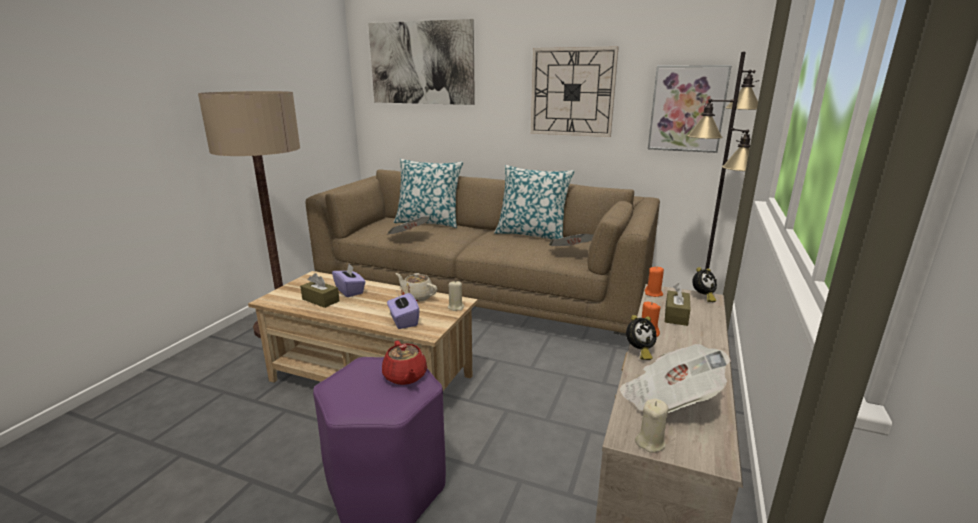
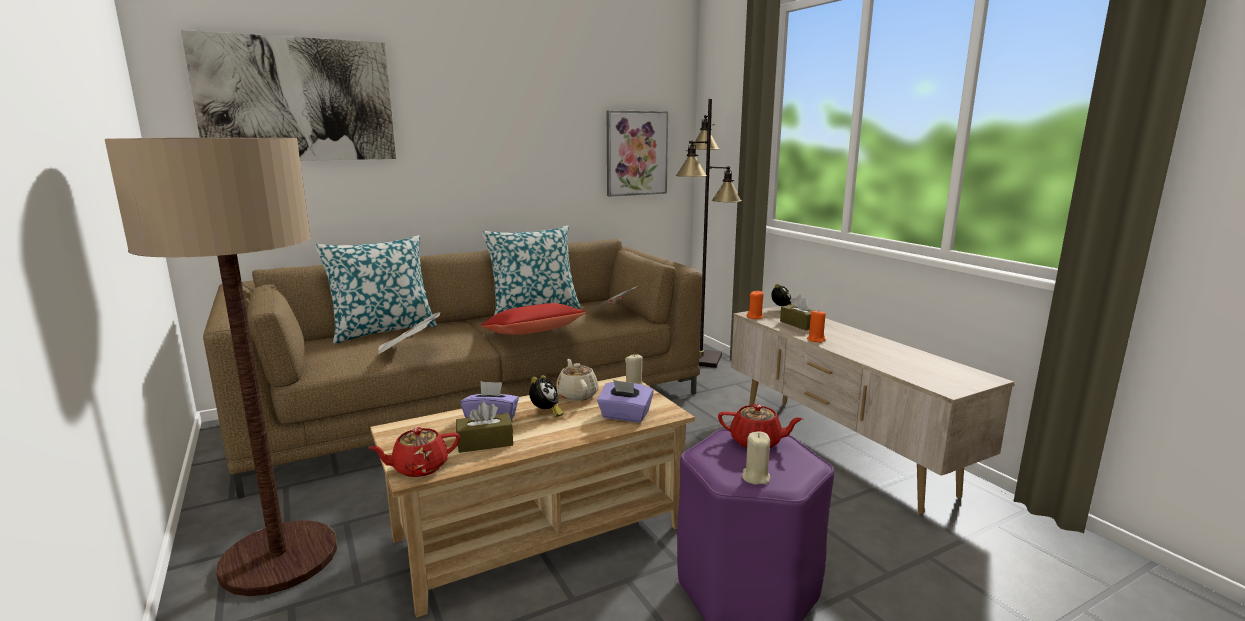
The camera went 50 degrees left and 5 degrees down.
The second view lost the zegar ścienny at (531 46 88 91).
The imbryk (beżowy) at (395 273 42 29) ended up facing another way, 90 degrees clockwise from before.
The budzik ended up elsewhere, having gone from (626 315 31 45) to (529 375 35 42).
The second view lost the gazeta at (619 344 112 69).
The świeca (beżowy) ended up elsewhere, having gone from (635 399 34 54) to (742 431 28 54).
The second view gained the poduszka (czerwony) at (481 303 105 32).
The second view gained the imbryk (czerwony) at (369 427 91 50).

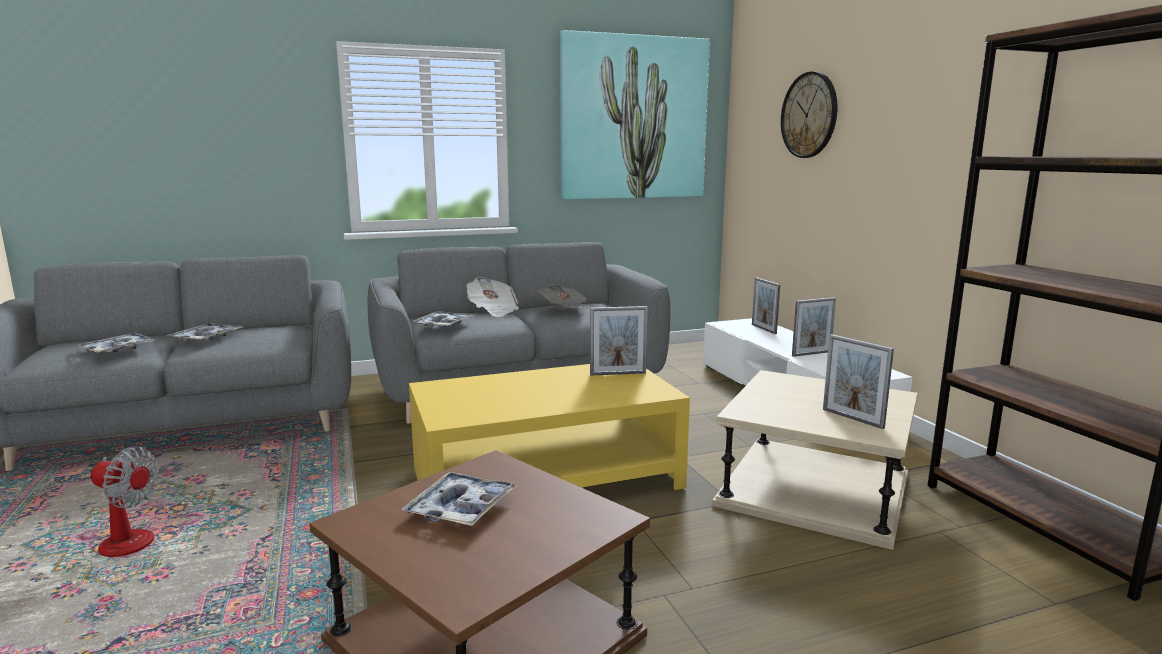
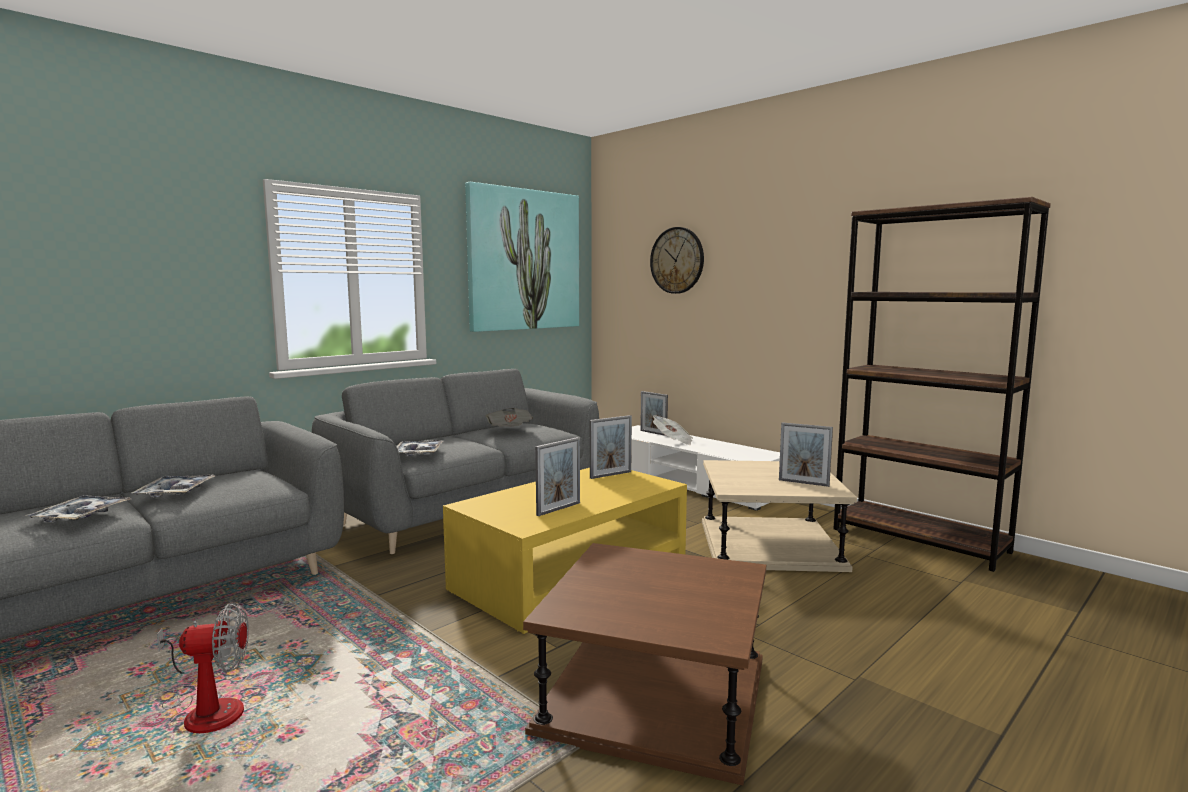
The camera went 25 degrees left and 5 degrees down.
The gazeta ended up elsewhere, having gone from (466 277 53 40) to (653 415 40 30).
The ramka na zdjęcie ended up elsewhere, having gone from (792 297 44 60) to (535 437 45 79).
The second view lost the taca at (401 472 115 54).

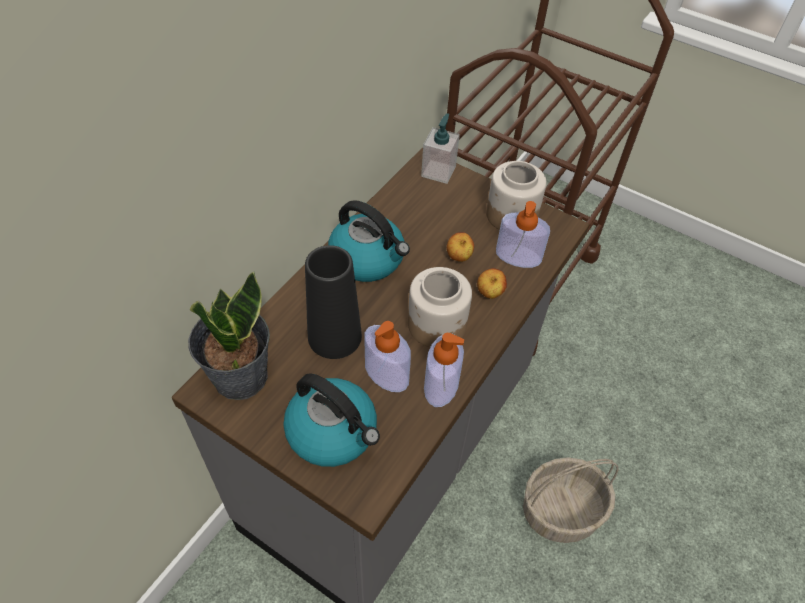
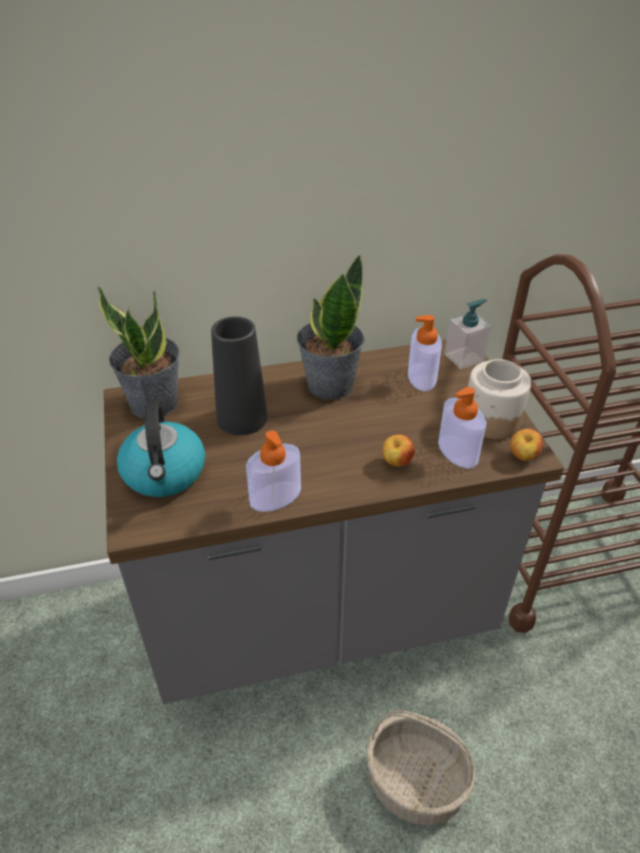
The camera went 45 degrees right and 10 degrees down.
Where the czajnik stood at (328 200 82 82), the roślina doniczkowa came to stand at (297 254 68 146).
The jabłko ended up elsewhere, having gone from (447 232 27 30) to (510 429 32 32).
The second view lost the słoik at (408 267 64 80).
The dozownik mydła ended up elsewhere, having gone from (364 321 47 71) to (408 315 34 76).

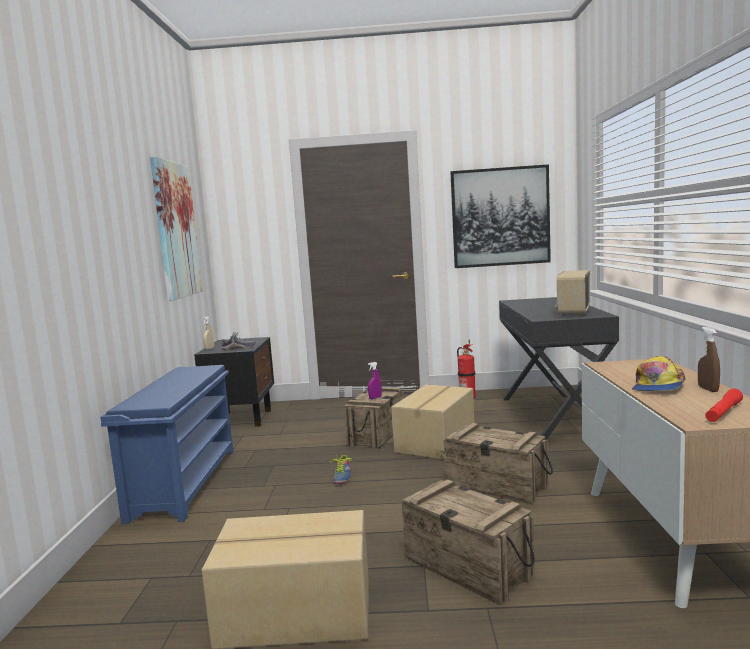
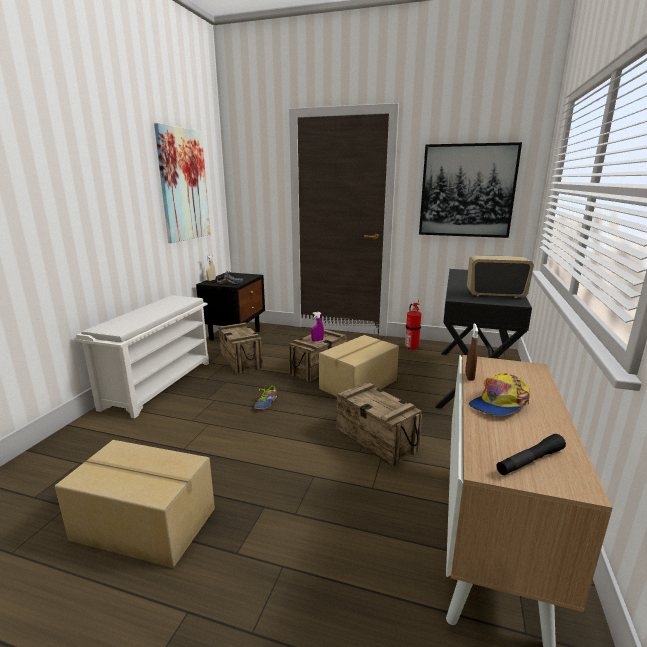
The camera went 15 degrees right and 10 degrees up.
The radio at (555 270 35 46) ended up facing another way, 60 degrees clockwise from before.
The spryskiwacz (brązowy) ended up elsewhere, having gone from (698 327 22 65) to (465 323 13 58).
What was the regał na buty (niebieski) at (101 365 132 159) turned into the regał na buty (biały) at (76 295 133 124).
What was the latarka (czerwony) at (705 389 38 33) turned into the latarka (czarny) at (496 434 70 41).
The skrzynka ended up elsewhere, having gone from (402 479 133 125) to (218 323 45 51).

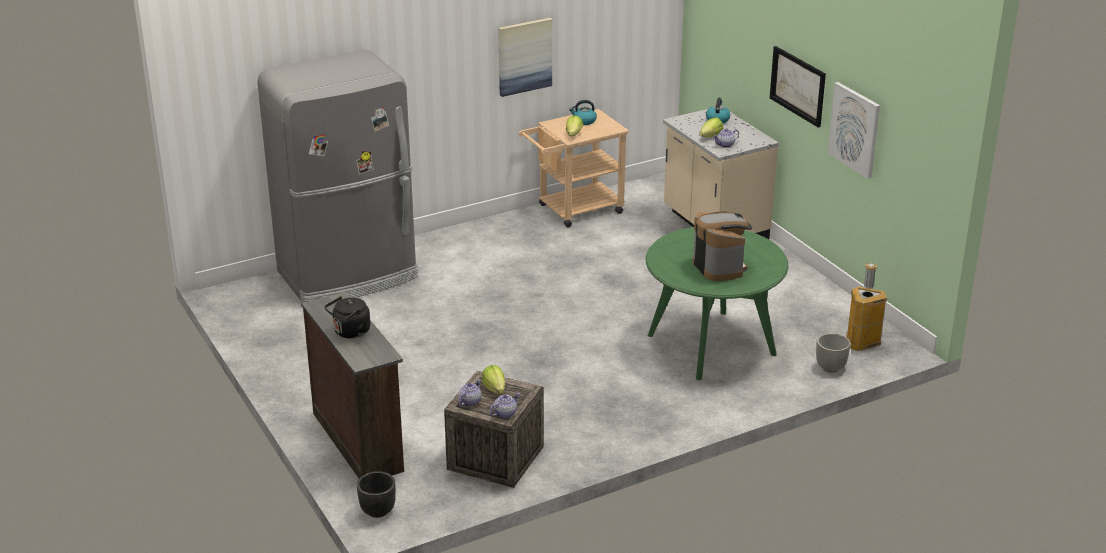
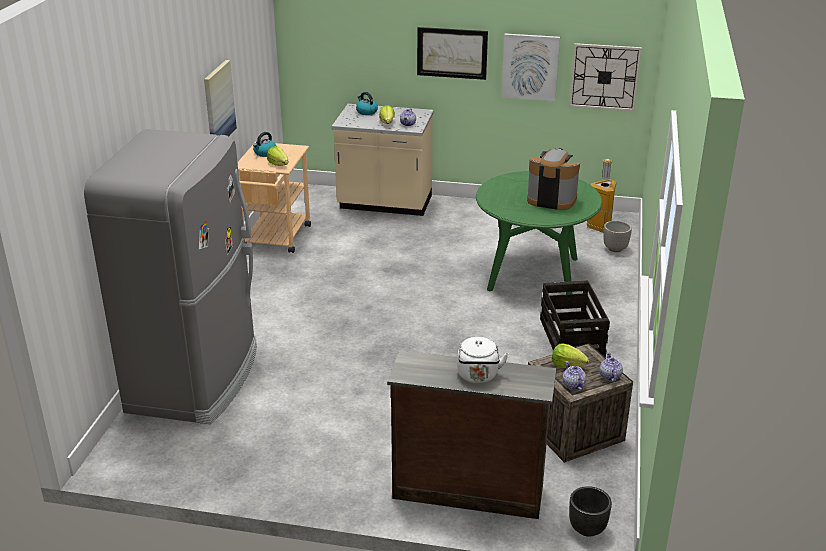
The camera went 50 degrees left and 0 degrees up.
What was the czajnik (czarny) at (325 296 45 42) turned into the czajnik (biały) at (457 337 52 46).
The second view gained the zegar ścienny at (569 43 73 68).
The second view gained the skrzynka at (540 280 70 78).

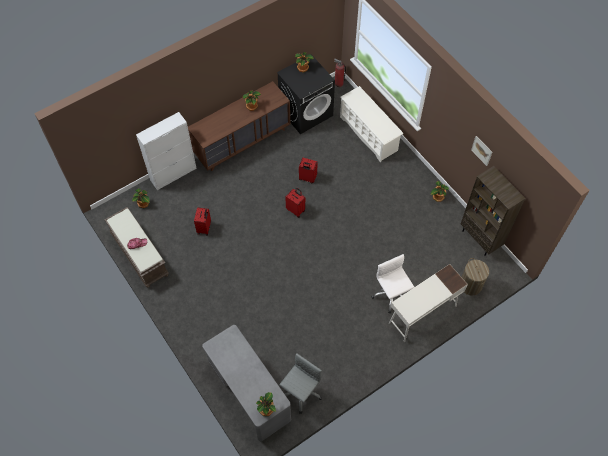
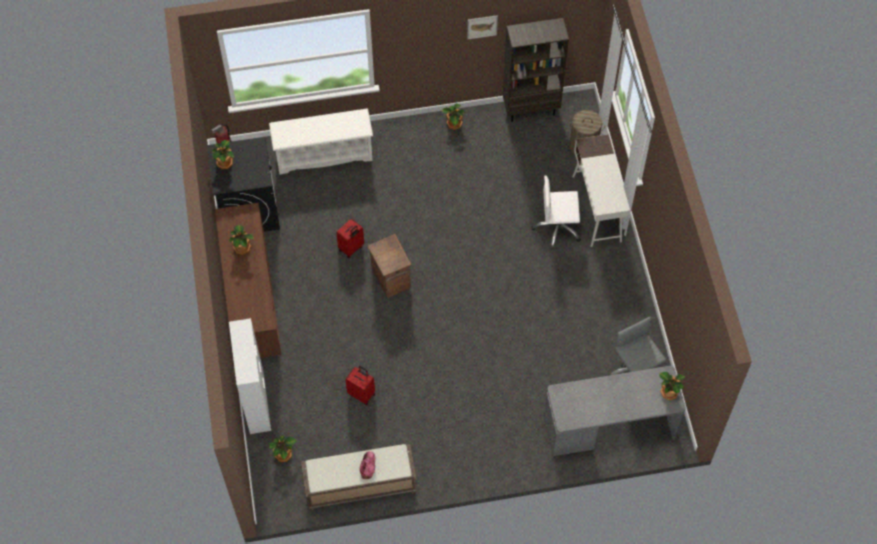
The camera went 65 degrees left and 0 degrees up.
Where the walizka (czerwony) stood at (285 188 20 30), the skrzynka came to stand at (367 234 45 64).

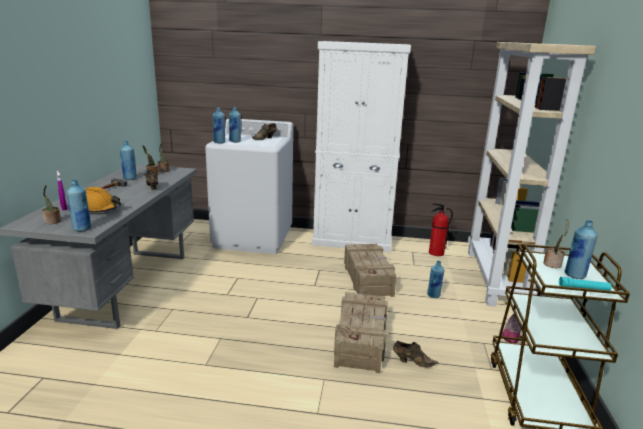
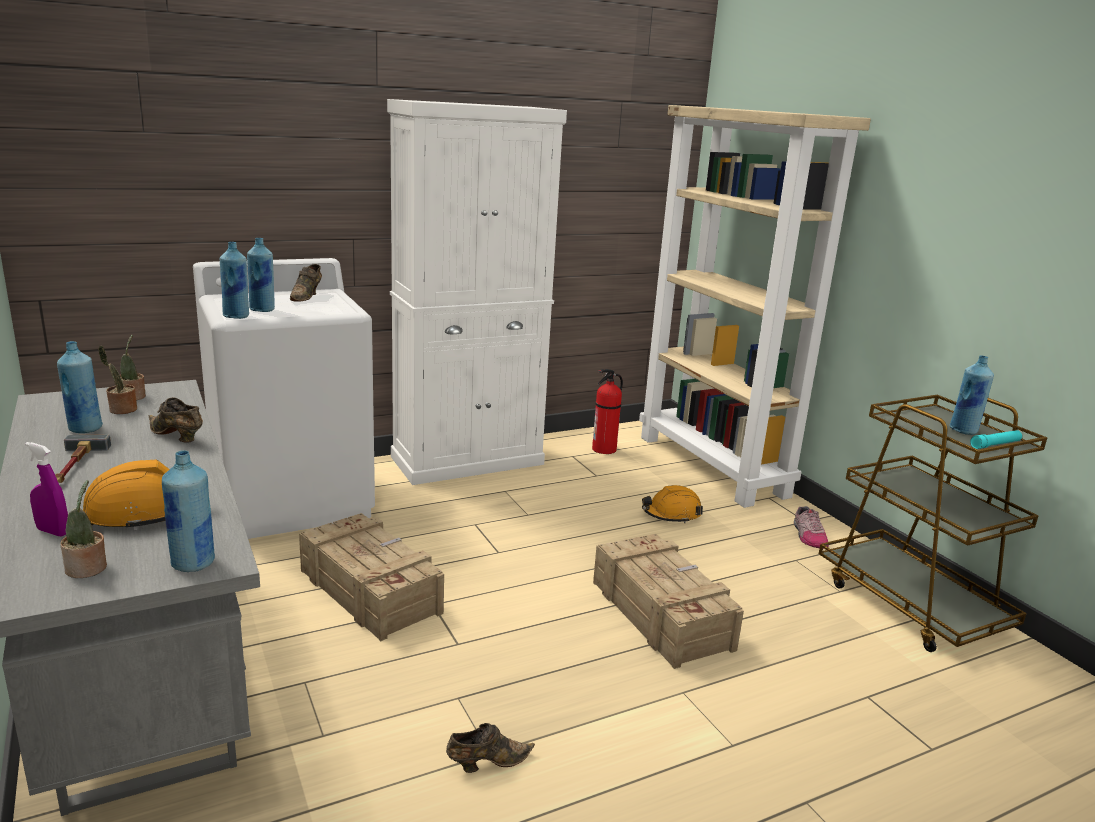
The camera went 35 degrees left and 0 degrees up.
The second view lost the roślina doniczkowa at (543 219 26 49).
The skrzynka ended up elsewhere, having gone from (344 244 53 53) to (299 513 145 128).
Where the butelka (niebieski) stood at (427 261 17 37), the kask (pomarańczowy) came to stand at (642 485 61 39).
The but (brązowy) ended up elsewhere, having gone from (393 341 45 27) to (446 723 89 50).

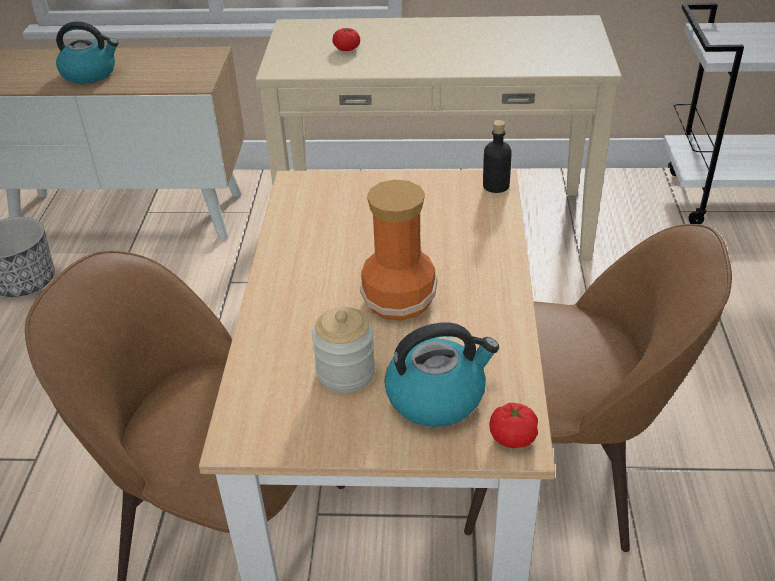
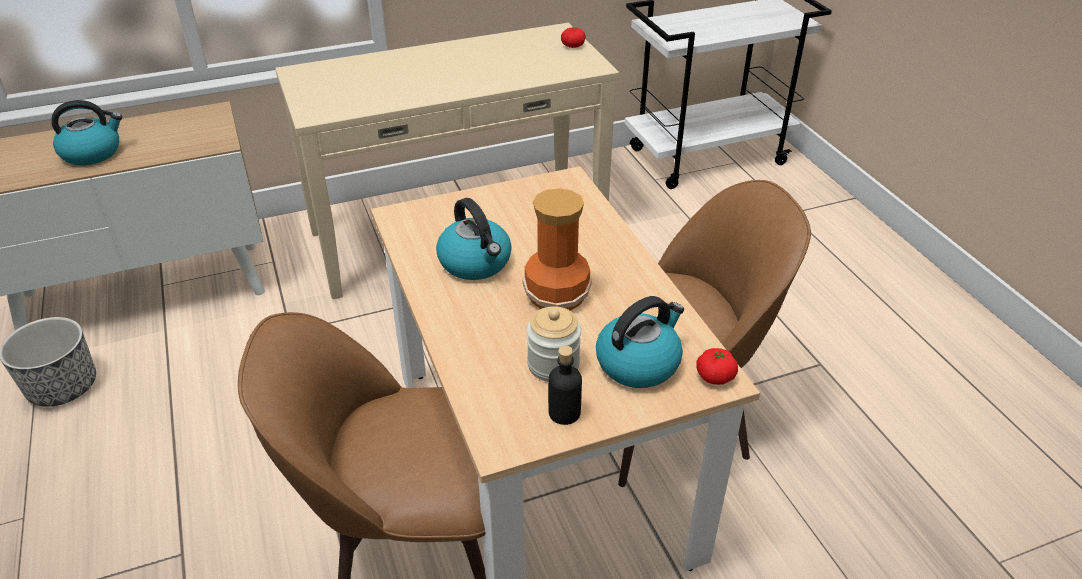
The camera went 25 degrees left and 0 degrees up.
The pomidor ended up elsewhere, having gone from (332 28 28 23) to (561 27 25 21).
The butelka (czarny) ended up elsewhere, having gone from (483 120 29 73) to (548 346 34 79).
The second view gained the czajnik at (436 198 76 82).

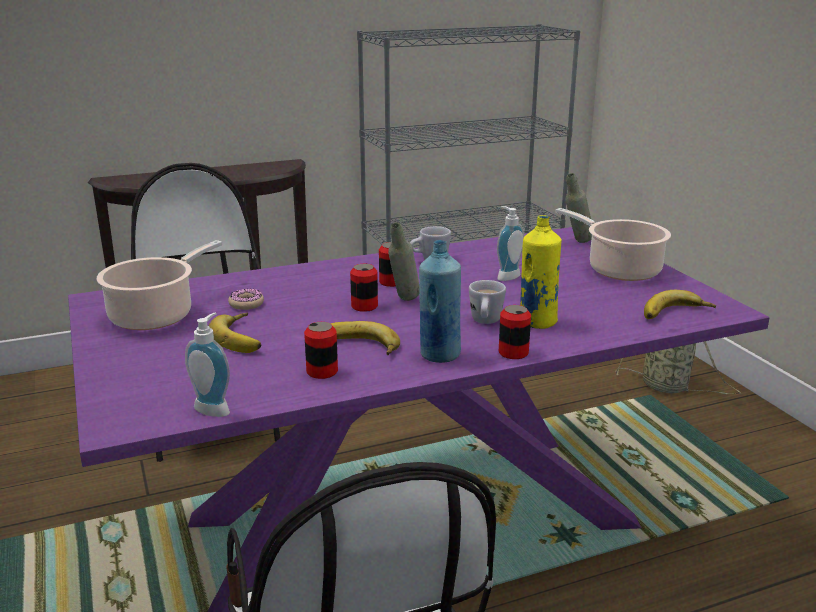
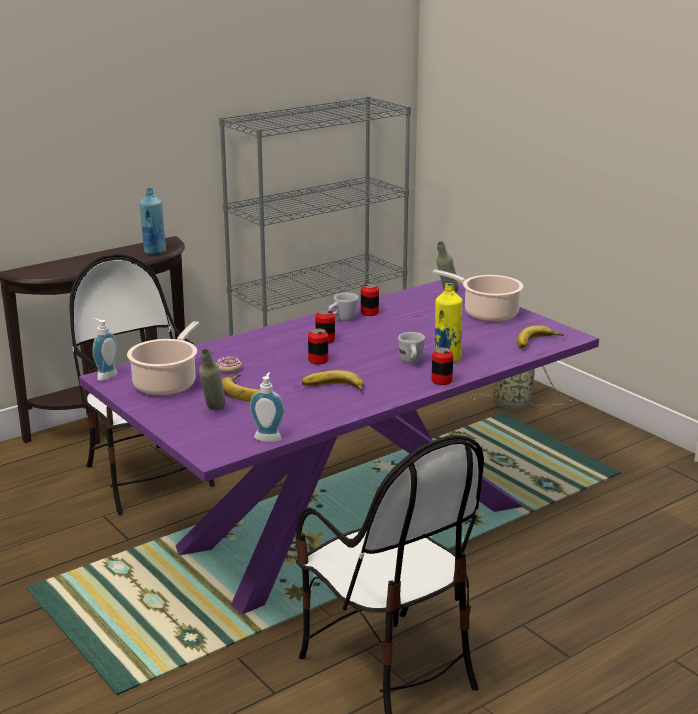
The camera went 15 degrees left and 0 degrees up.
The dozownik mydła ended up elsewhere, having gone from (497 206 27 75) to (93 318 24 63).
The butelka (szary) ended up elsewhere, having gone from (388 222 32 79) to (199 348 26 62).
The butelka (niebieski) ended up elsewhere, having gone from (419 240 42 123) to (140 188 26 67).
The puszka ended up elsewhere, having gone from (304 322 34 57) to (361 284 18 32).

